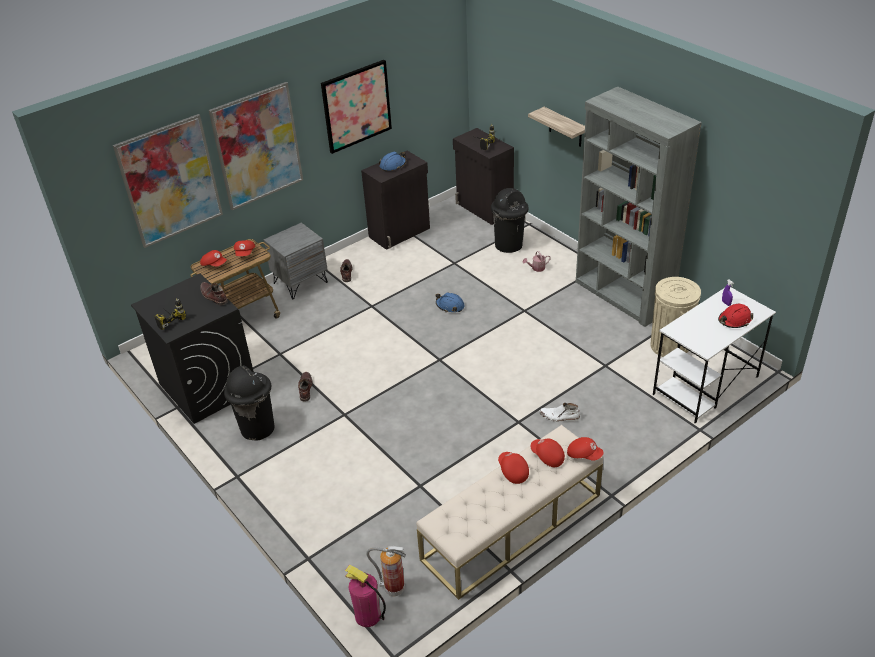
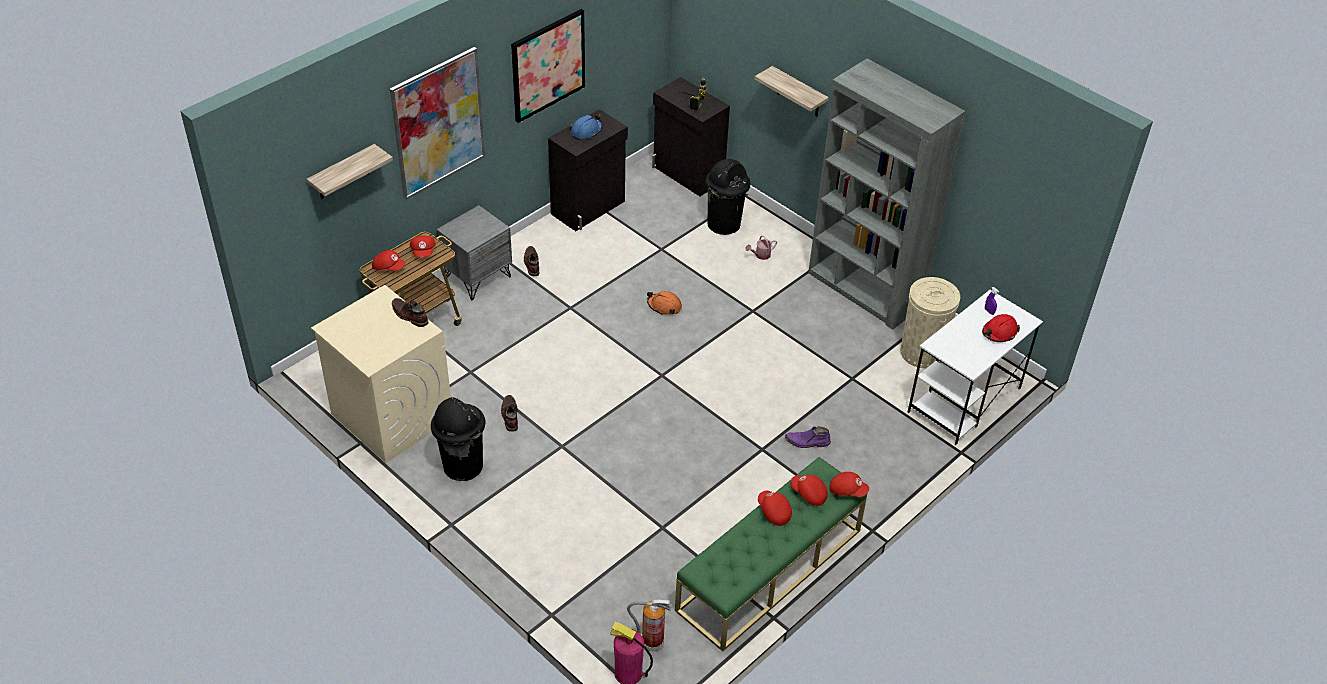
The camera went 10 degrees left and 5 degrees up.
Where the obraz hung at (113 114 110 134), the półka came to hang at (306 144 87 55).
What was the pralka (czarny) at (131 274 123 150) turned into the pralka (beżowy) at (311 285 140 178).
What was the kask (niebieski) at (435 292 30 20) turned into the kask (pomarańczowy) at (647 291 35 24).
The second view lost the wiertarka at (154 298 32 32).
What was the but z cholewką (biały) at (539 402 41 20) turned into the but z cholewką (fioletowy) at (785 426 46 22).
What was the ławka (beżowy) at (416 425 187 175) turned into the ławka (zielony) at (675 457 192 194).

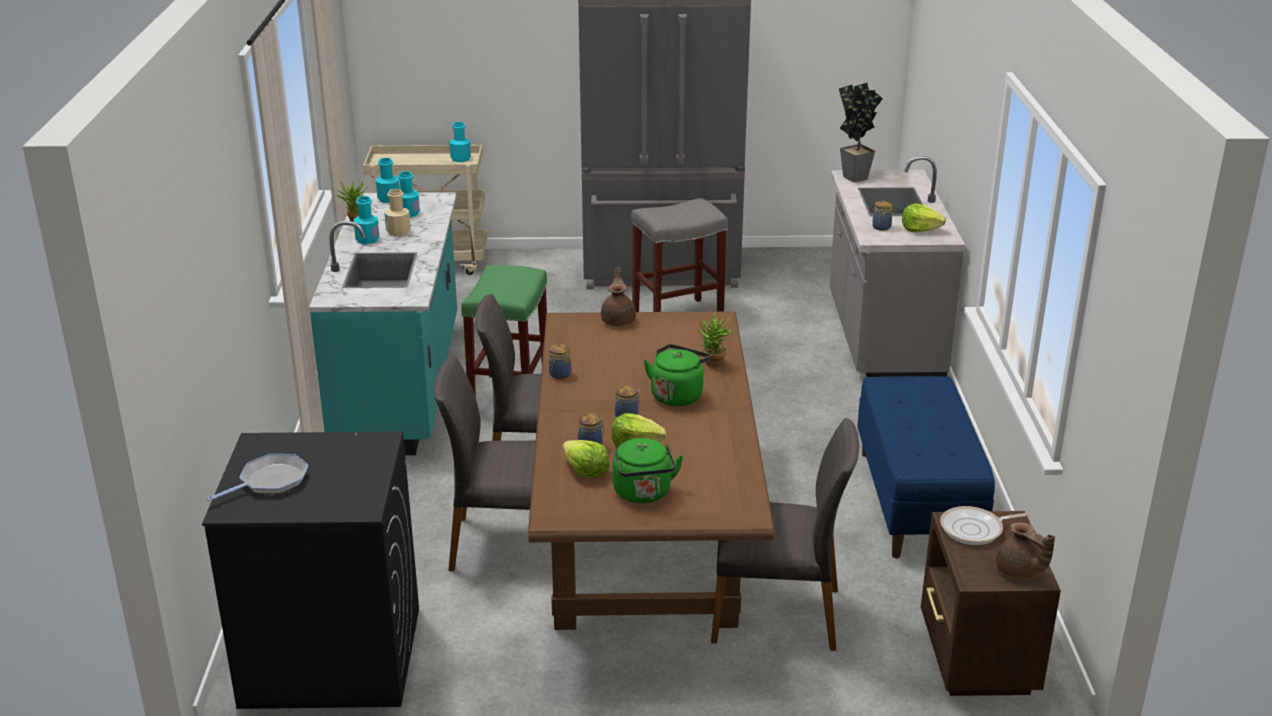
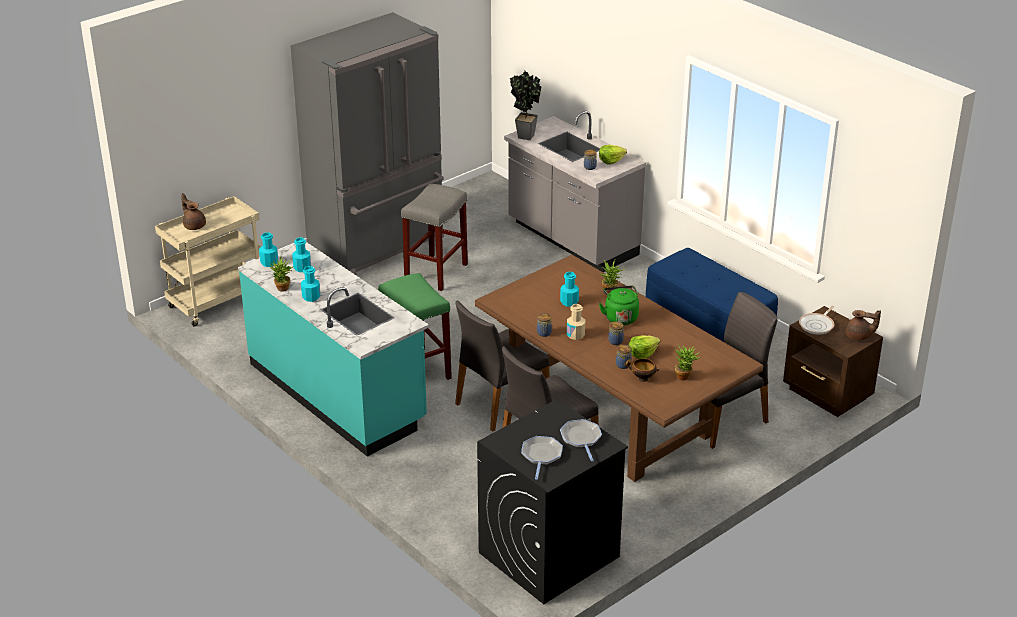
The camera went 40 degrees left and 5 degrees up.
The butelka (turkusowy) ended up elsewhere, having gone from (449 122 22 40) to (560 272 19 35).
The butelka (beżowy) ended up elsewhere, having gone from (385 189 26 47) to (567 304 18 36).
The imbryk (brązowy) ended up elsewhere, having gone from (601 267 35 59) to (181 193 25 37).
Where the czajnik (zielony) stood at (613 438 70 65), the roślina doniczkowa came to stand at (675 343 27 37).
Where the sałata stood at (562 440 48 38), the miska came to stand at (624 358 35 24).
The second view gained the patelnia at (560 419 42 43).

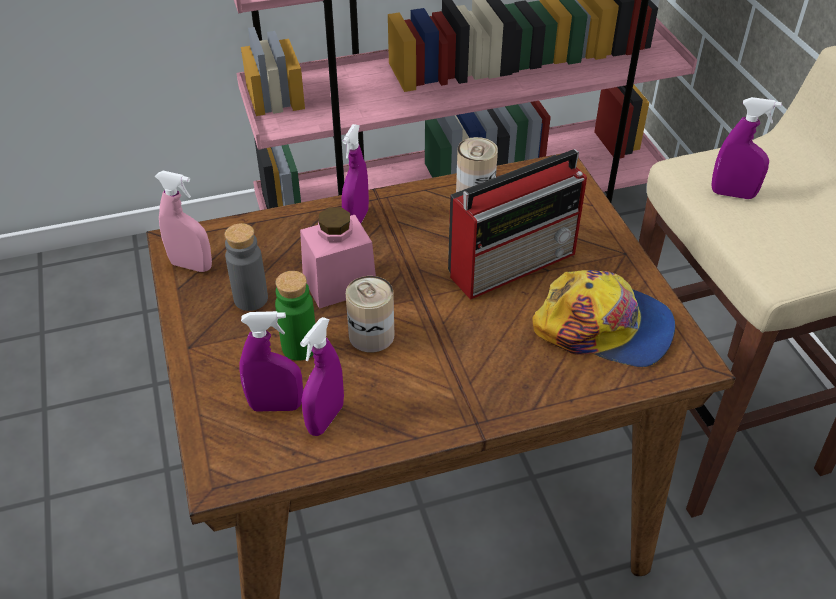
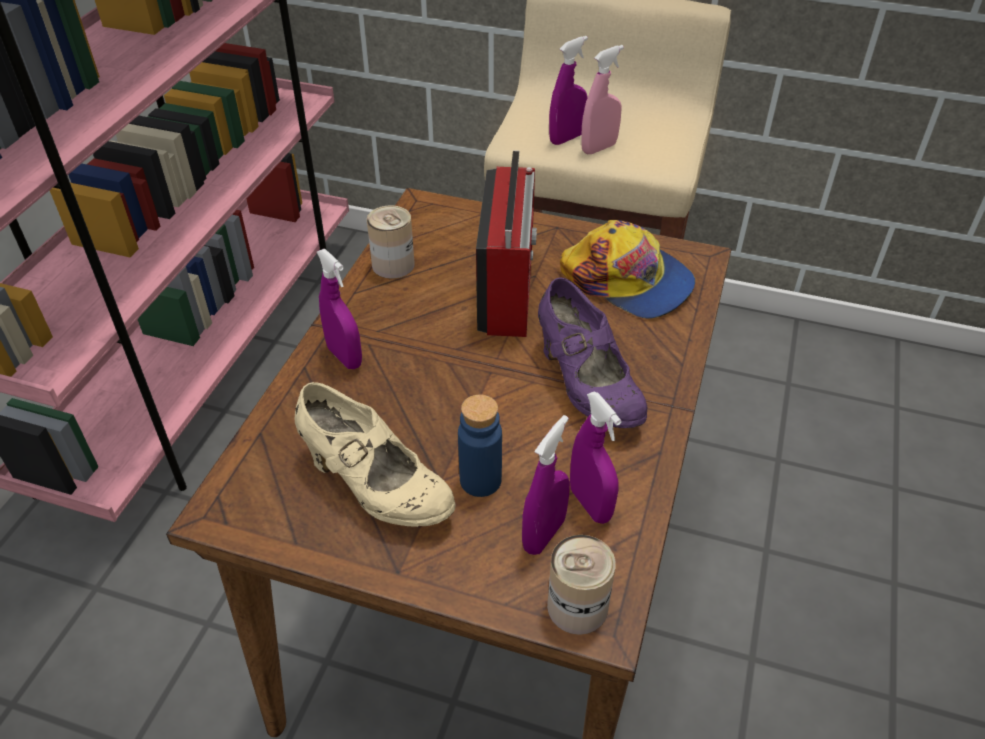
The camera went 55 degrees left and 0 degrees up.
The spryskiwacz (różowy) ended up elsewhere, having gone from (155 171 57 101) to (581 45 43 109).
The second view lost the słoik (różowy) at (300 207 76 102).
Where the butelka (szary) stood at (225 223 43 88), the but (beżowy) came to stand at (294 382 162 145).
The czapka z daszkiem at (532 270 143 97) ended up facing another way, 75 degrees clockwise from before.
What was the butelka (zielony) at (275 271 40 90) turned into the butelka (niebieski) at (458 394 44 103).
The puszka ended up elsewhere, having gone from (346 276 48 77) to (547 535 69 100).
The second view gained the but (fioletowy) at (538 277 109 151).

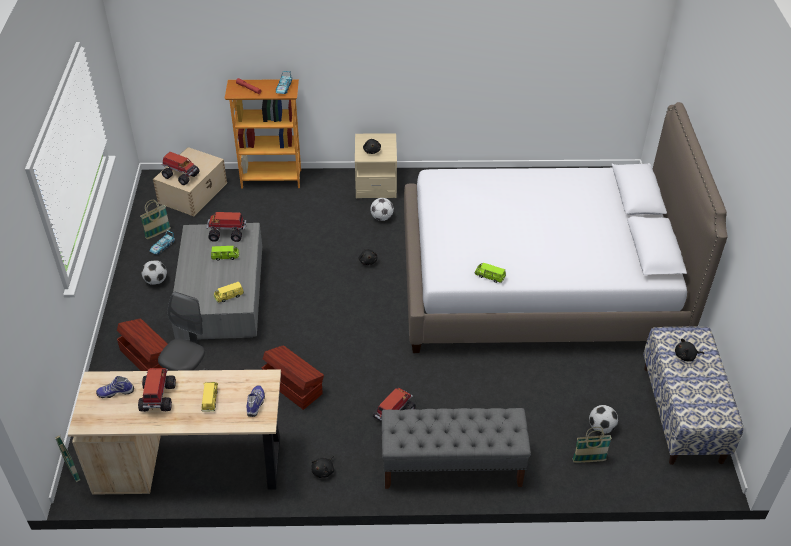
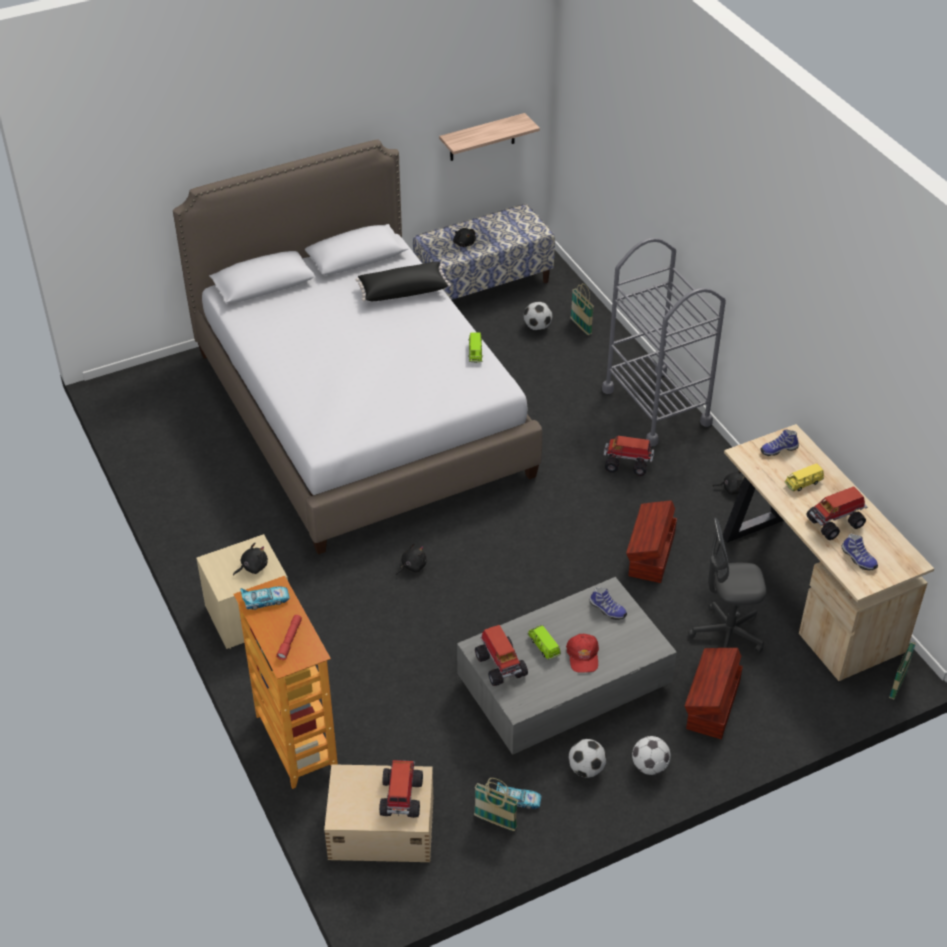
The camera went 115 degrees left and 0 degrees up.
The piłka futbolowa ended up elsewhere, having gone from (370 198 24 23) to (632 736 39 39).
Where the samochodzik (żółty) stood at (214 282 30 20), the but came to stand at (589 587 38 33).
Where the ławka (szary) stood at (382 408 149 81), the wózek (szary) came to stand at (602 237 124 210).
The second view gained the półka at (439 113 101 48).
The second view gained the poduszka (czarny) at (356 261 95 40).
The second view gained the czapka z daszkiem (czerwony) at (566 634 33 38).

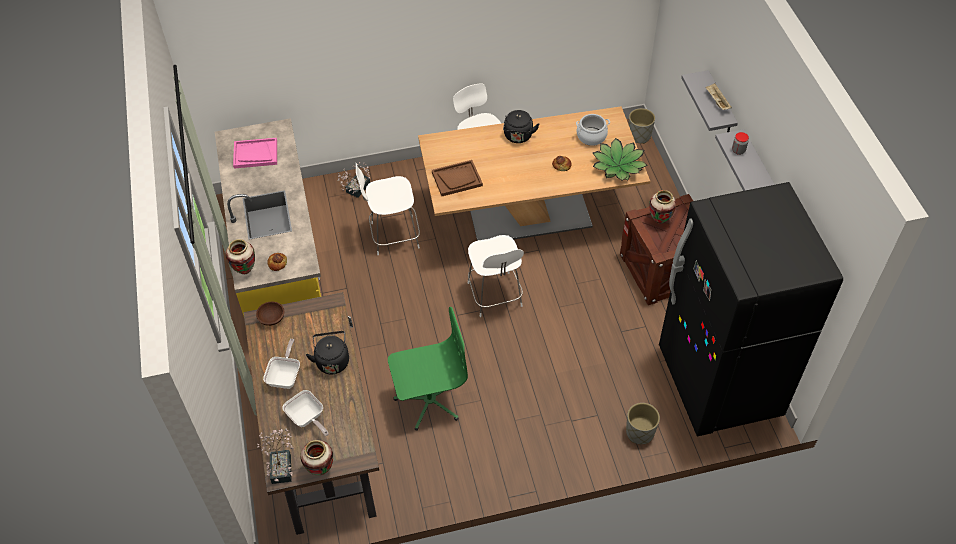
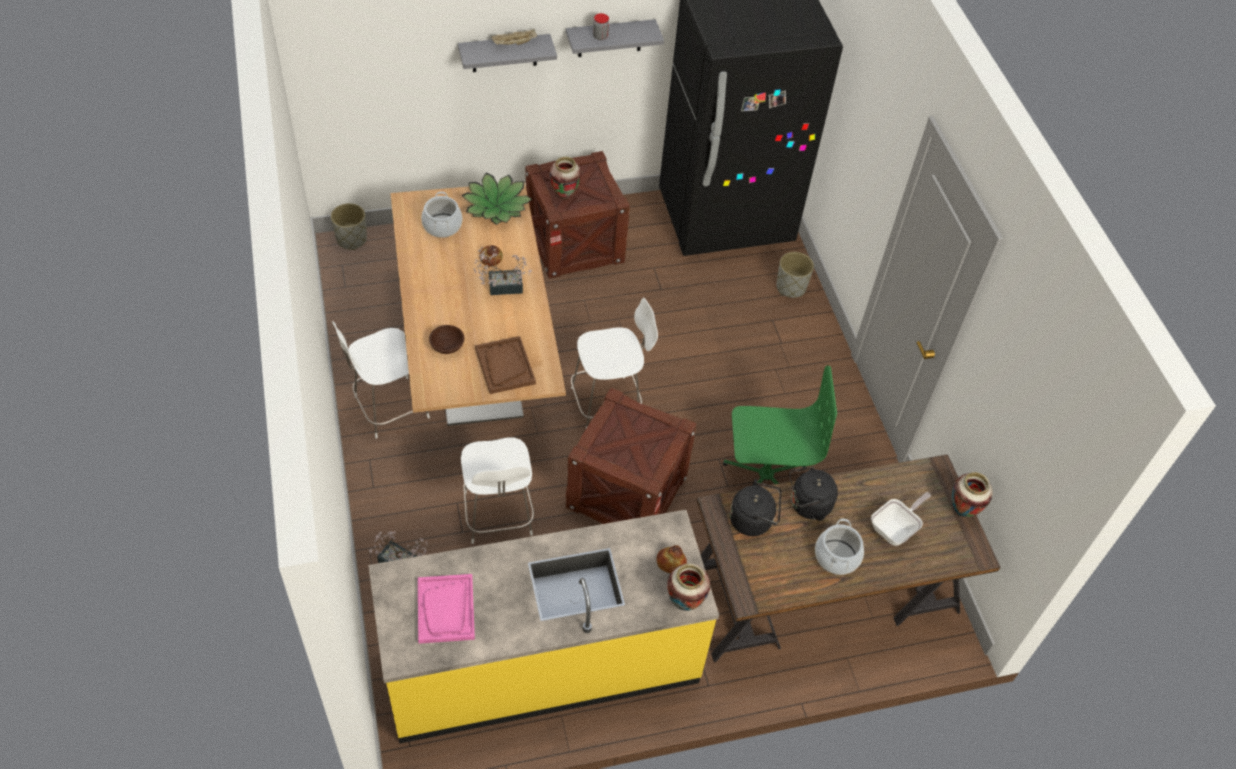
The camera went 95 degrees left and 0 degrees up.
The czajnik (czarny) ended up elsewhere, having gone from (503 110 36 33) to (730 479 52 57).
The miska (brązowy) ended up elsewhere, having gone from (256 302 28 24) to (429 325 35 29).
The krzesło biurowe (zielony) at (388 307 80 124) ended up facing another way, 105 degrees clockwise from before.
Where the patelnia stood at (263 339 37 50), the garnek came to stand at (815 519 49 56).
The roślina doniczkowa ended up elsewhere, having gone from (257 429 37 55) to (474 247 58 48).
The second view gained the skrzynka at (566 388 131 136).

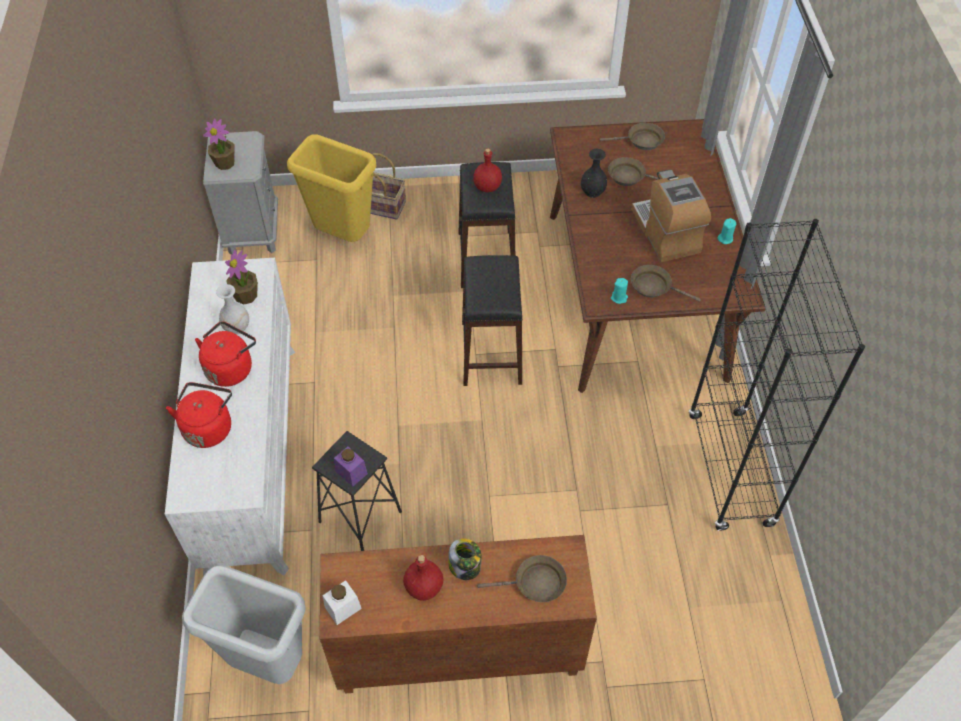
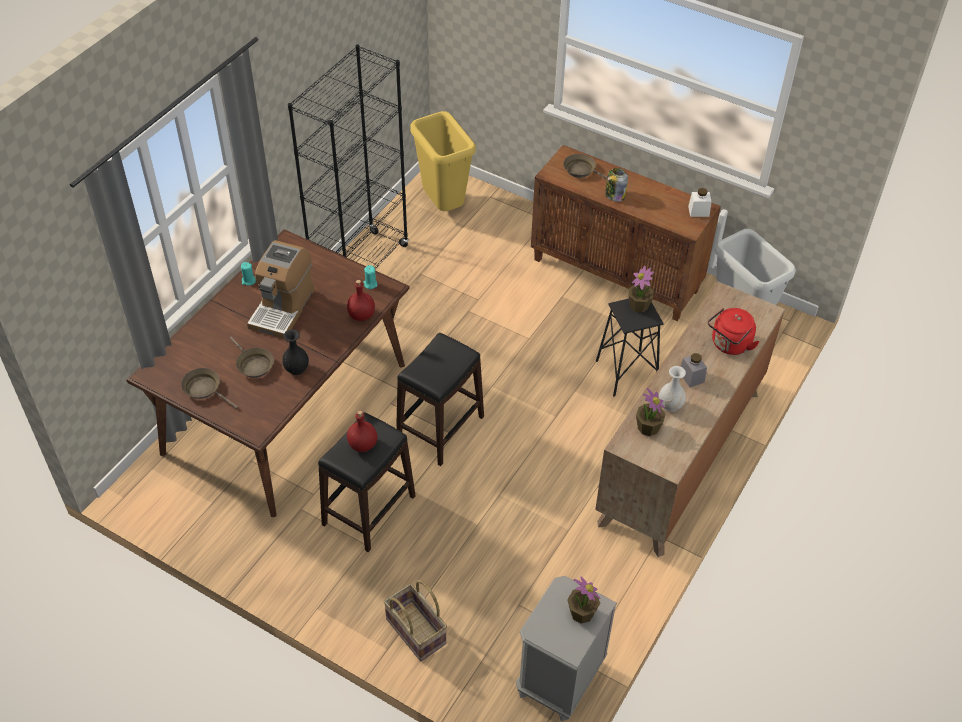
The camera went 145 degrees left and 5 degrees down.
The kosz na śmieci (żółty) ended up elsewhere, having gone from (287 134 90 108) to (410 111 66 100).
What was the komoda (biały) at (165 258 131 318) turned into the komoda (brązowy) at (595 282 190 275).
The second view lost the patelnia (brązowy) at (631 265 70 37).
Where the czajnik (czerwony) stood at (195 321 61 66), the słoik (szary) came to stand at (681 353 26 35).
Where the słoik (fioletowy) stood at (334 447 34 40), the roślina doniczkowa came to stand at (629 266 25 46).
The butelka (czerwony) ended up elsewhere, having gone from (403 555 40 46) to (347 280 28 41).

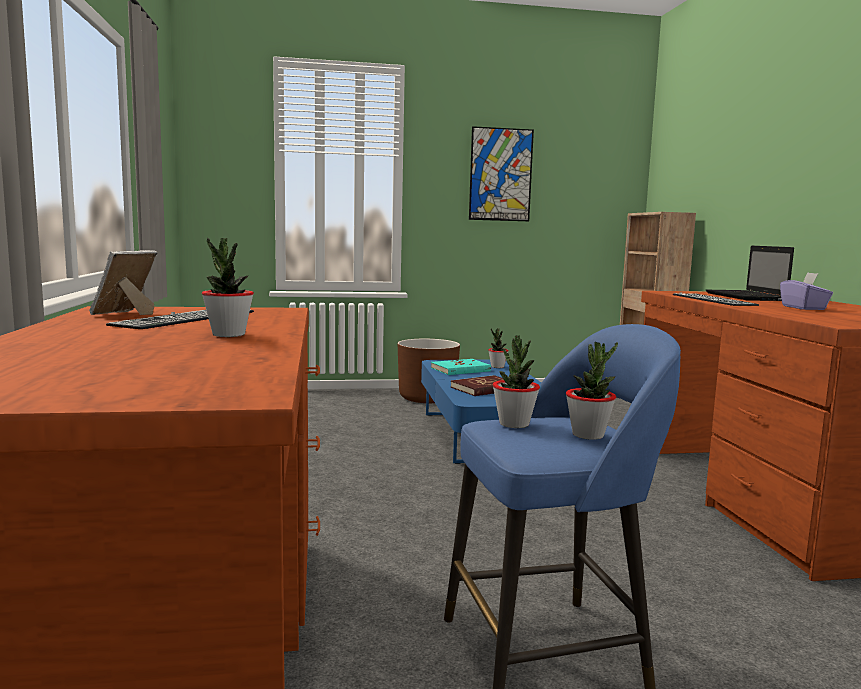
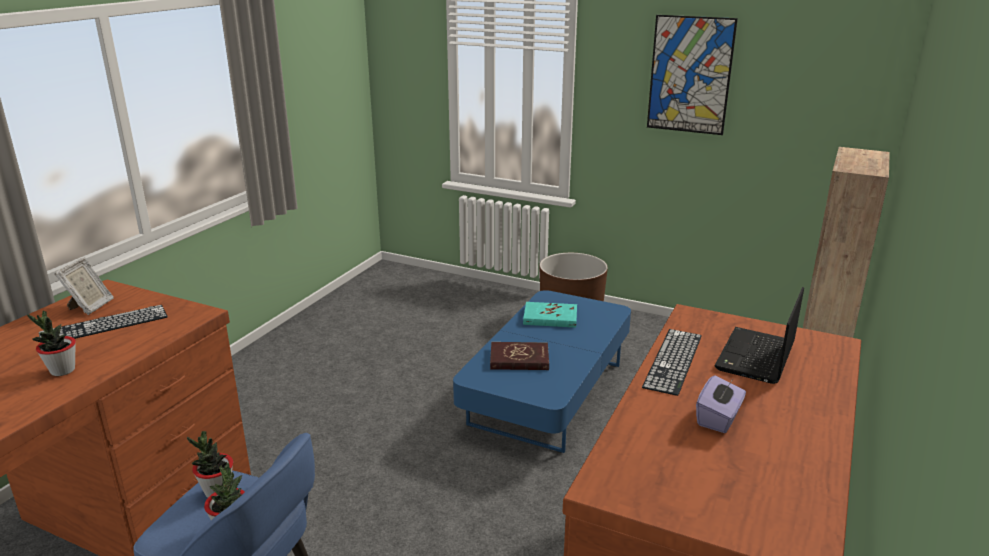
The camera went 35 degrees right and 15 degrees up.
The ramka na zdjęcie at (89 250 68 65) ended up facing another way, 135 degrees clockwise from before.
The second view lost the roślina doniczkowa at (488 328 21 40).

